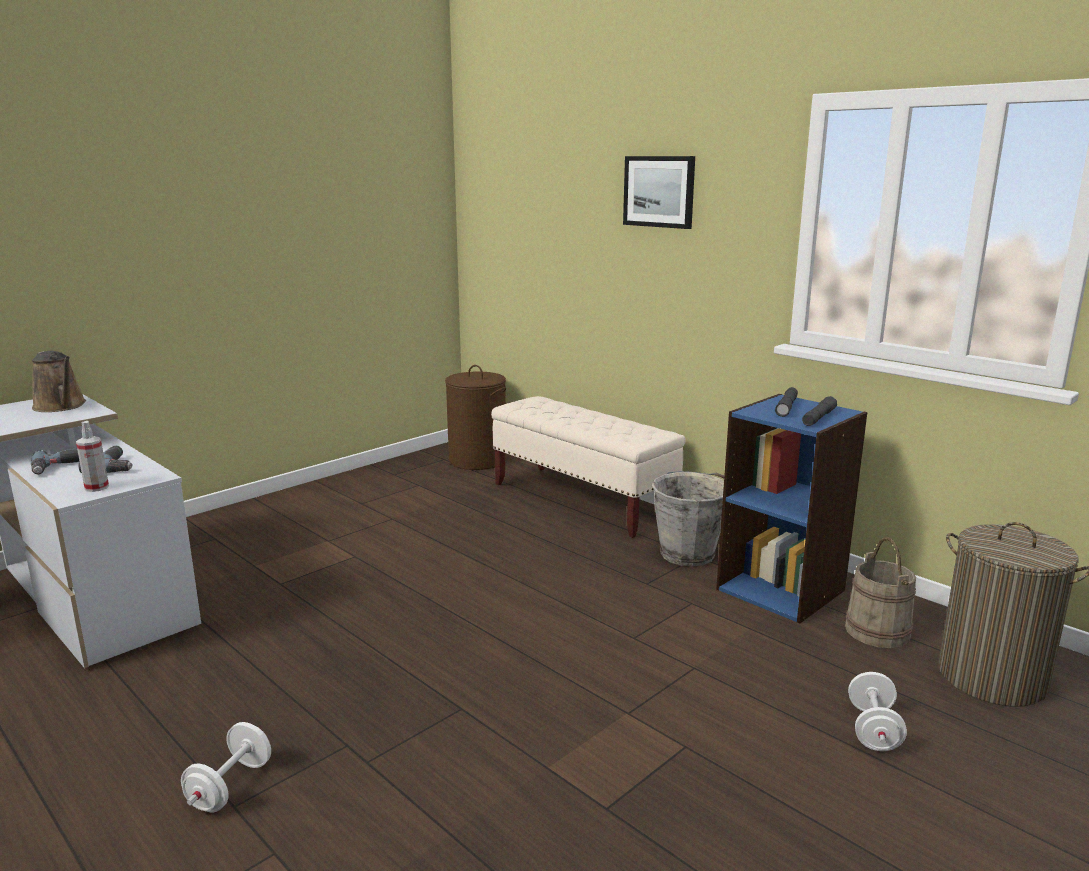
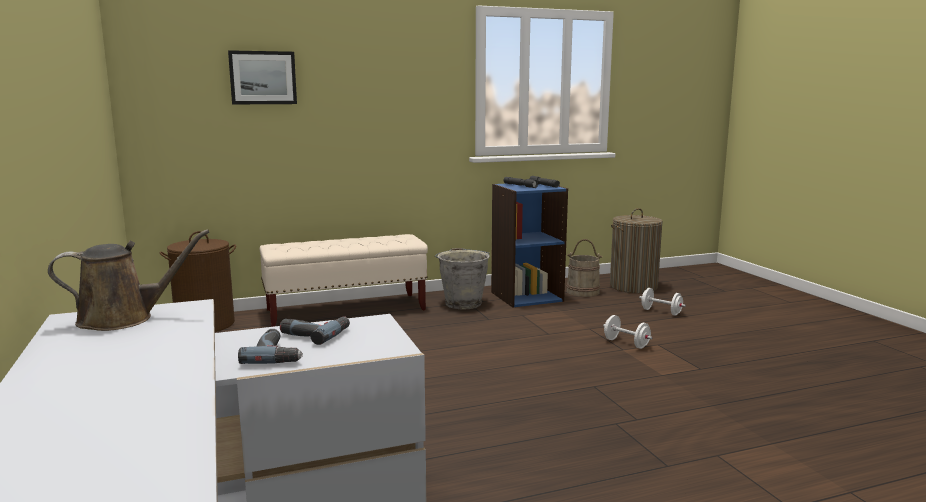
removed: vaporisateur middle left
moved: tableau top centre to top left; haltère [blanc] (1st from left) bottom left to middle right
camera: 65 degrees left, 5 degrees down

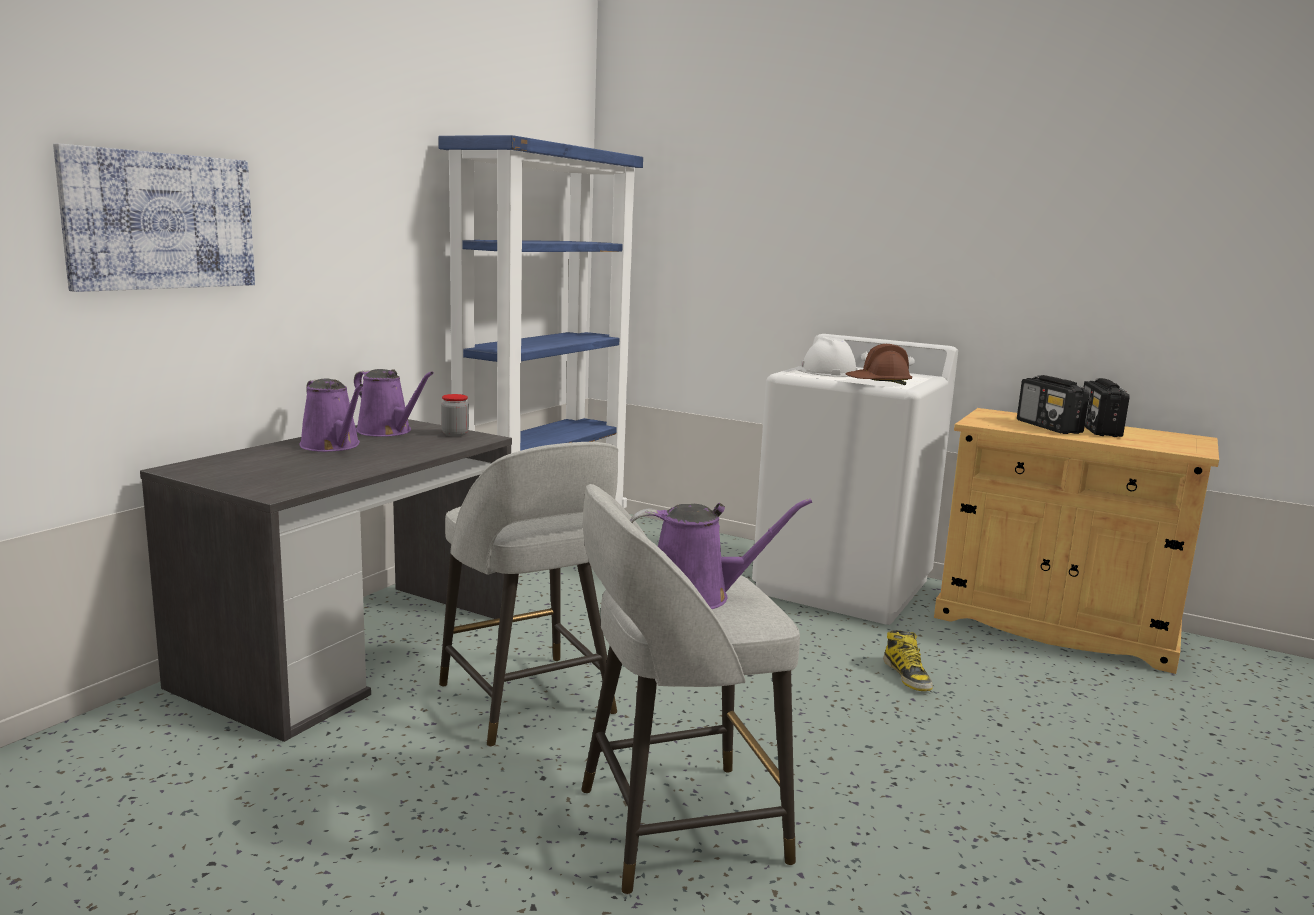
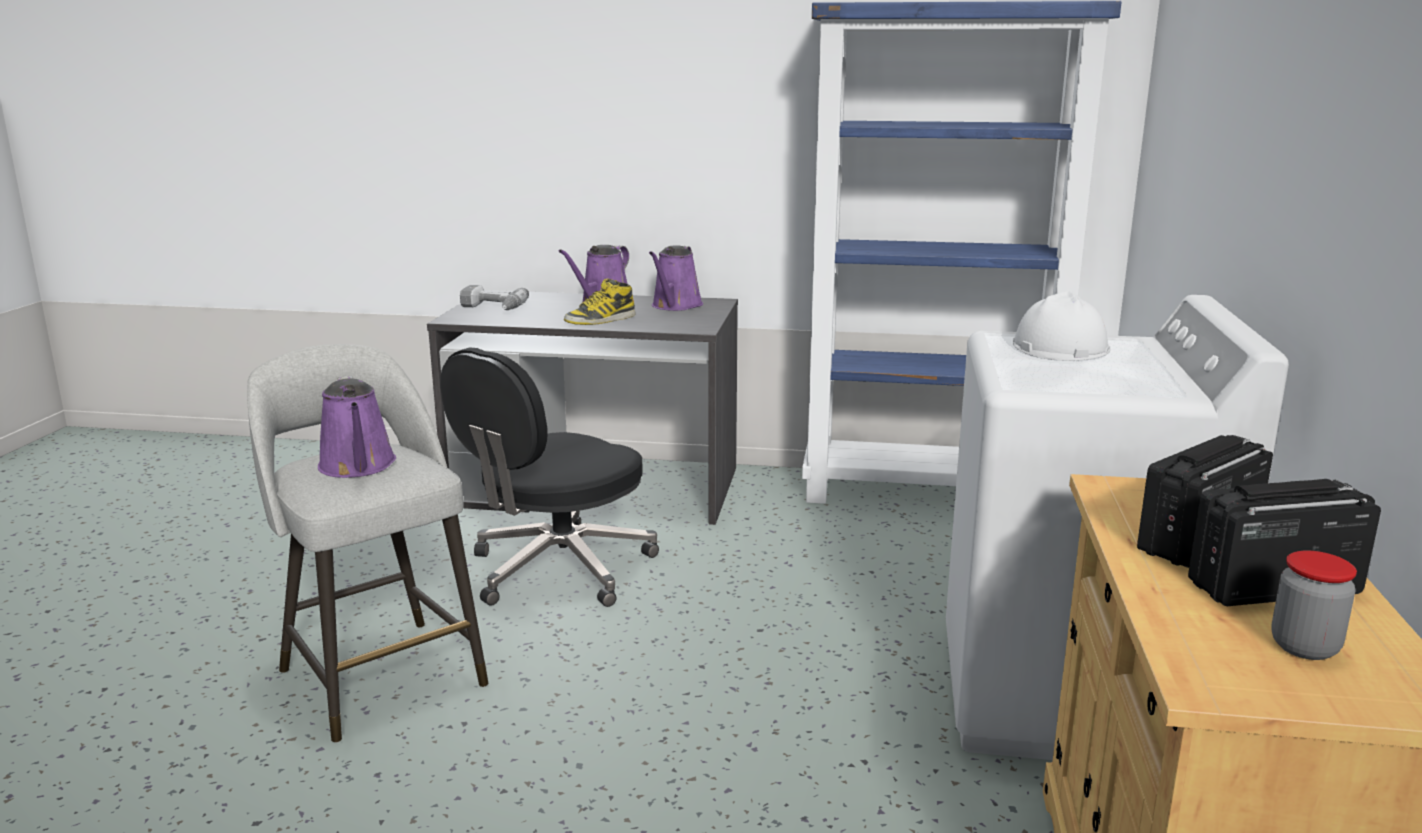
removed: tableau top left; casque de chantier [marron] middle right
added: perceuse centre
moved: botte bottom right to centre; bocal centre to bottom right
replaced: tabouret [gris] (1st from left) centre to chaise de bureau [noir] centre
camera: 70 degrees right, 5 degrees up

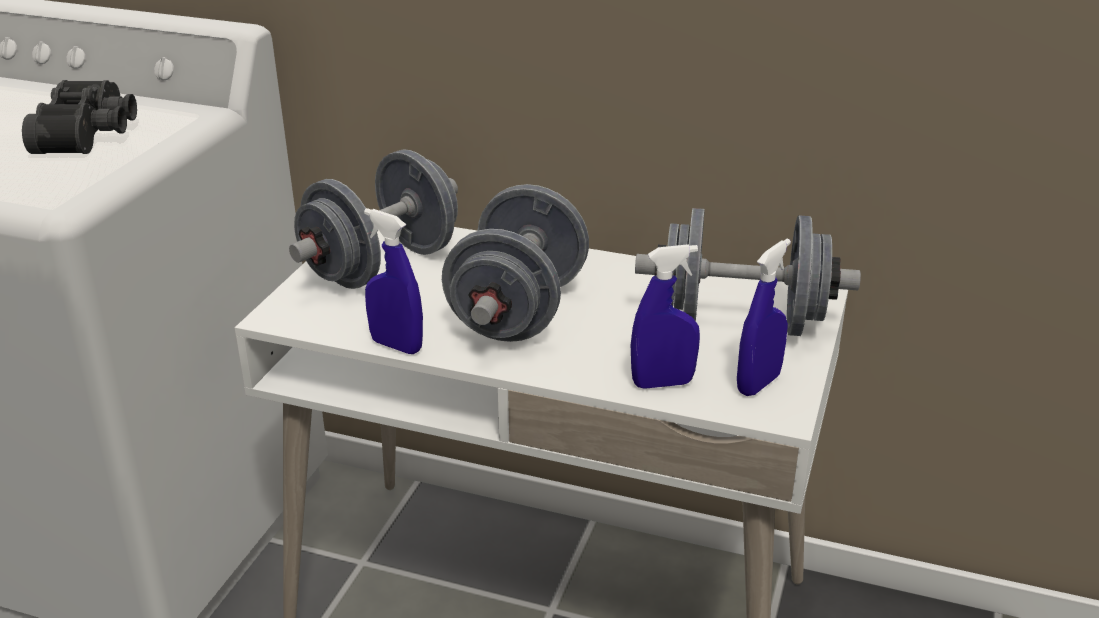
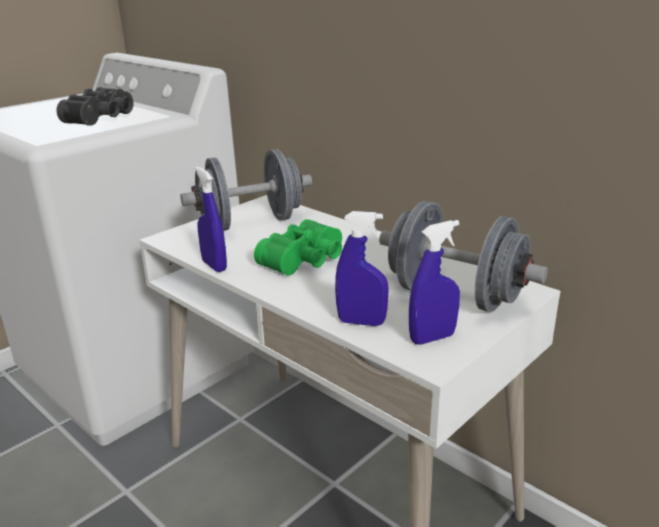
replaced: haltère [gris] (2nd from left) centre to jumelles [vert] centre
camera: 25 degrees right, 5 degrees down

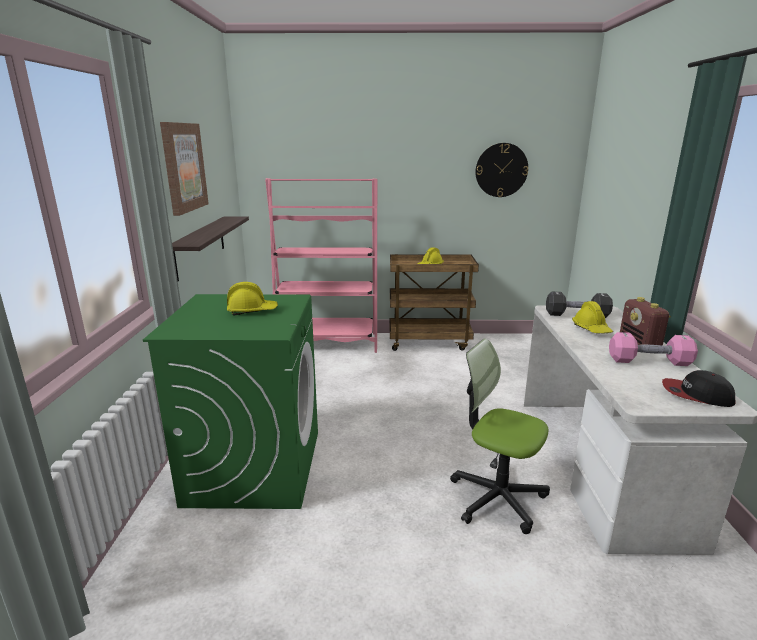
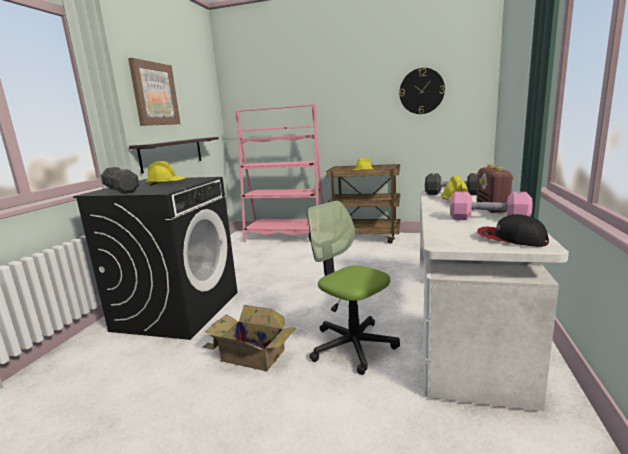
added: haltère [noir] (1st from left) middle left; carton bottom centre
recoloured: lave-linge [vert] middle left to lave-linge [noir] middle left
camera: 15 degrees right, 5 degrees down

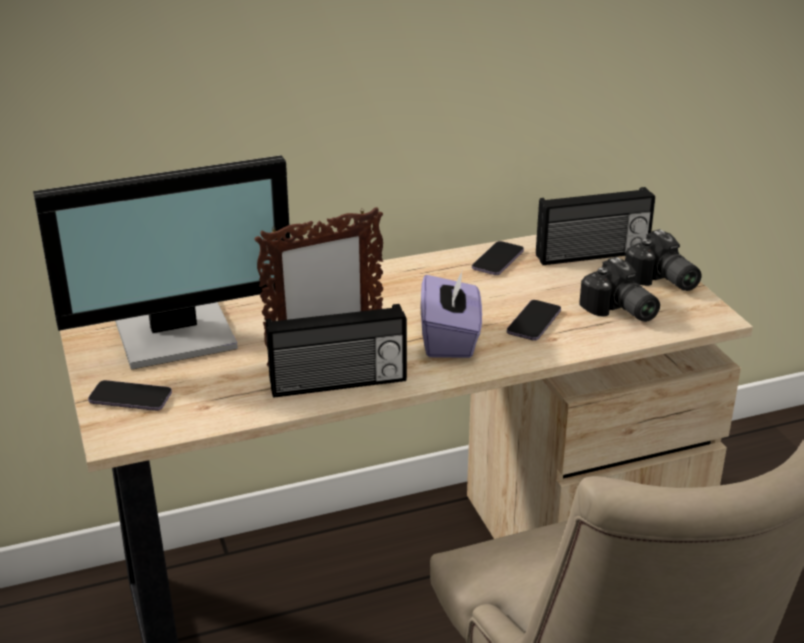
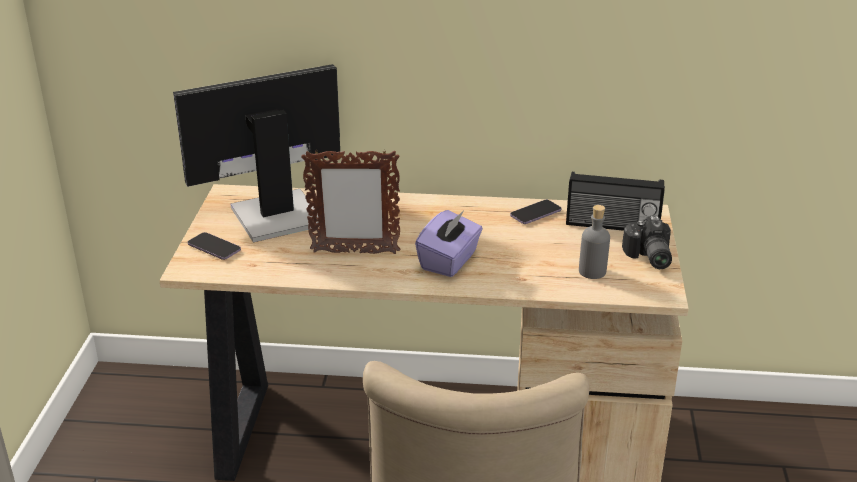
removed: radio (1st from left) centre; téléphone (3rd from left) centre
replaced: appareil photo (1st from left) middle right to bouteille [gris] middle right
turned: écran d'ordinateur middle left = top left 150 degrees clockwise
camera: 25 degrees right, 0 degrees up

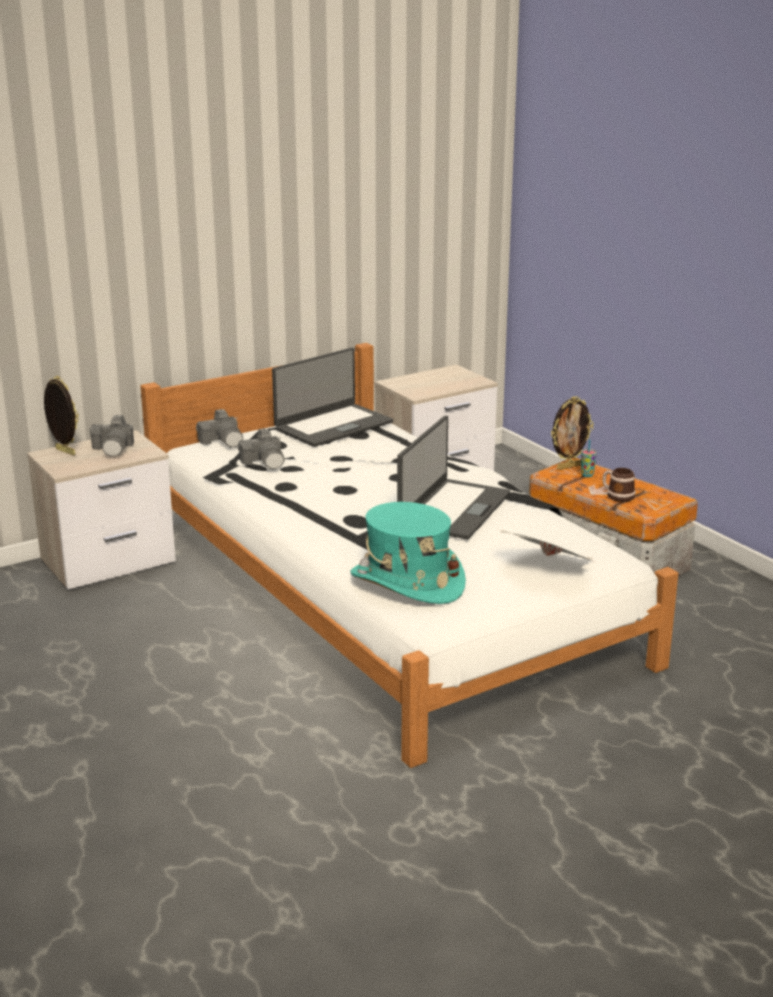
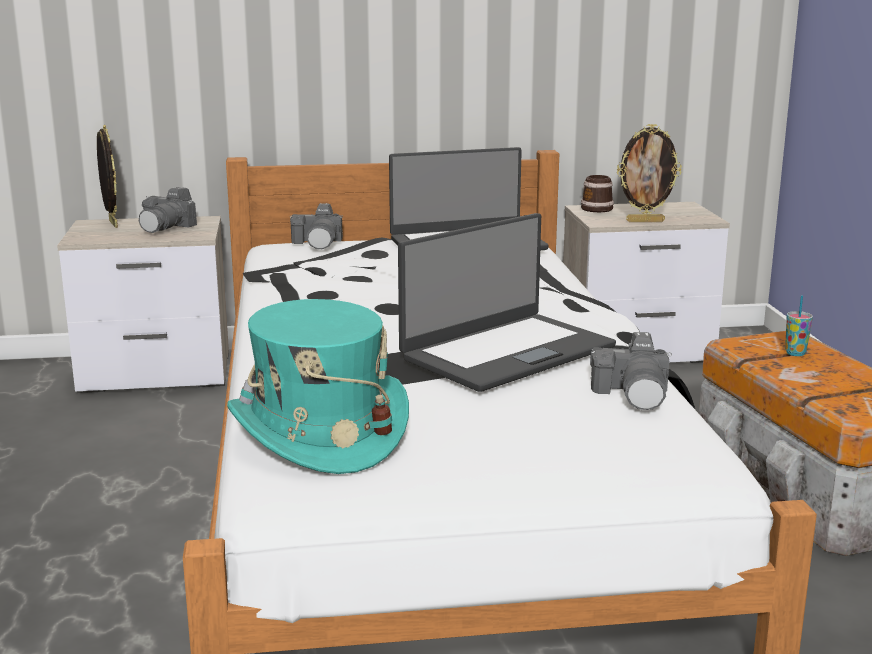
removed: journal middle right
moved: mug middle right to top right; appareil photo (3rd from left) centre to middle right; cadre photo (2nd from left) middle right to top right
camera: 25 degrees right, 5 degrees down

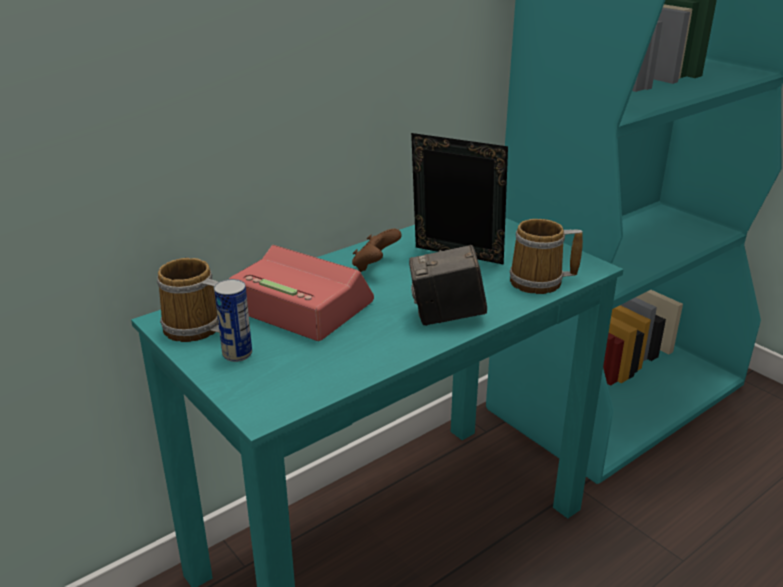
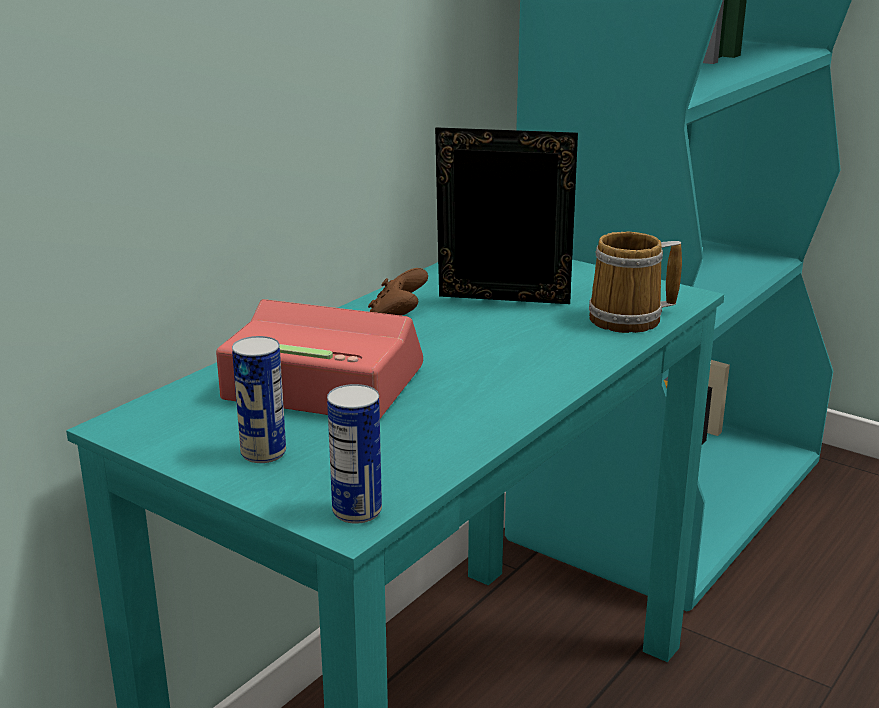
removed: mug (1st from left) middle left; appareil photo centre
added: boîte métallique (2nd from left) centre
camera: 15 degrees left, 5 degrees down

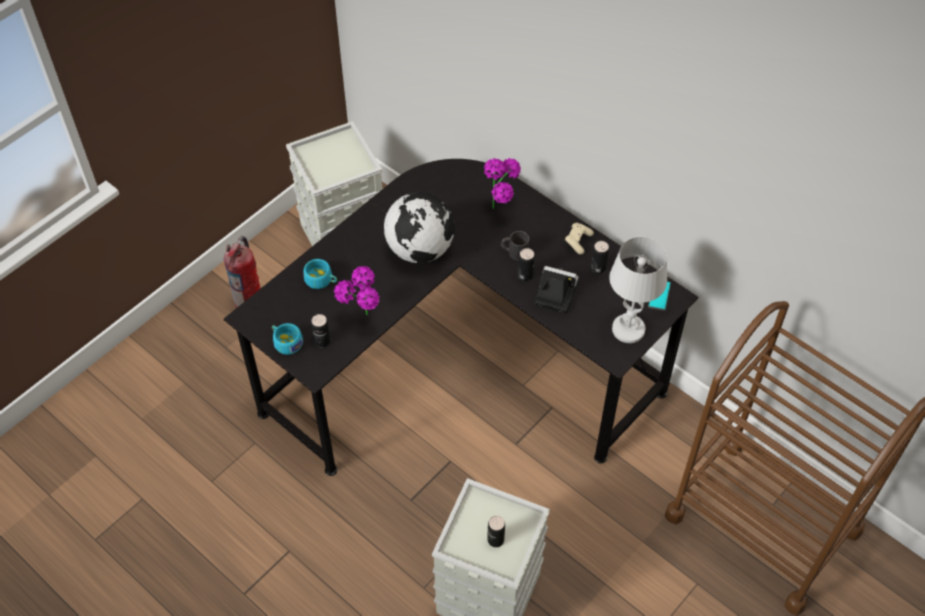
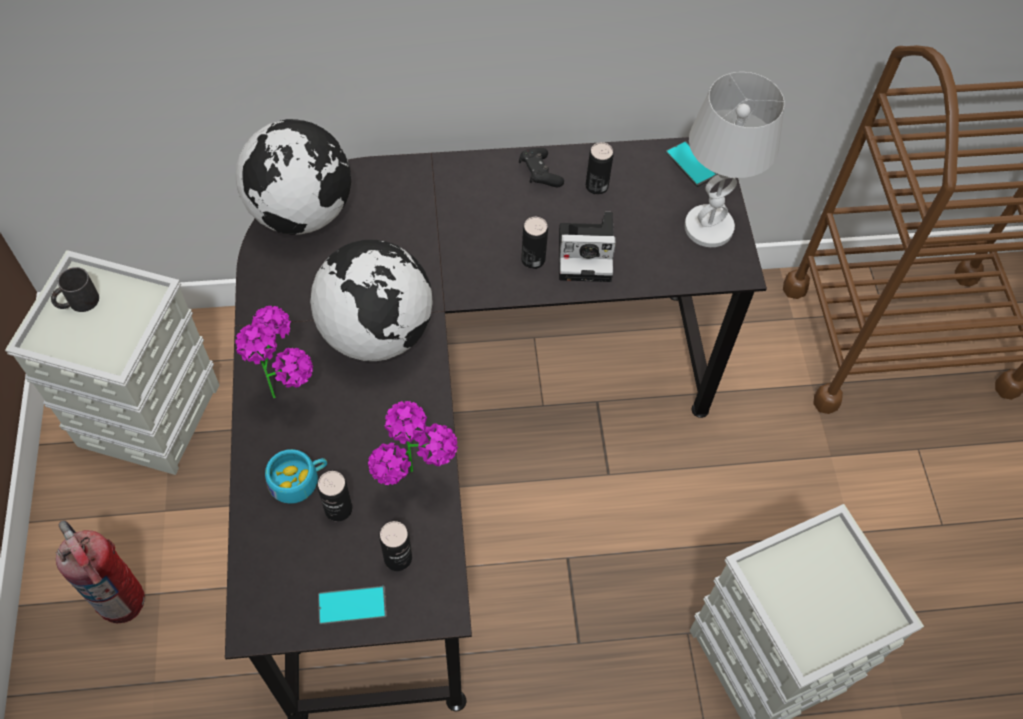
added: globe (1st from left) top left
moved: mug [noir] centre to middle left; plante en pot (2nd from left in the first image) top centre to plante en pot (1st from left) middle left; boîte métallique (2nd from left in the first image) bottom centre to boîte métallique (1st from left) bottom left
replaced: tasse [turquoise] (1st from left) middle left to téléphone (1st from left) bottom centre
recoloured: manette [beige] centre to manette [noir] top centre
turned: appareil photo centre = centre 150 degrees counterclockwise
camera: 50 degrees left, 5 degrees up

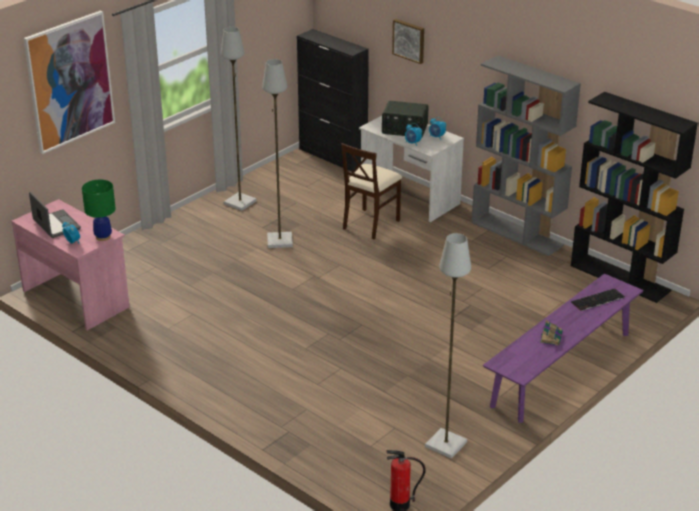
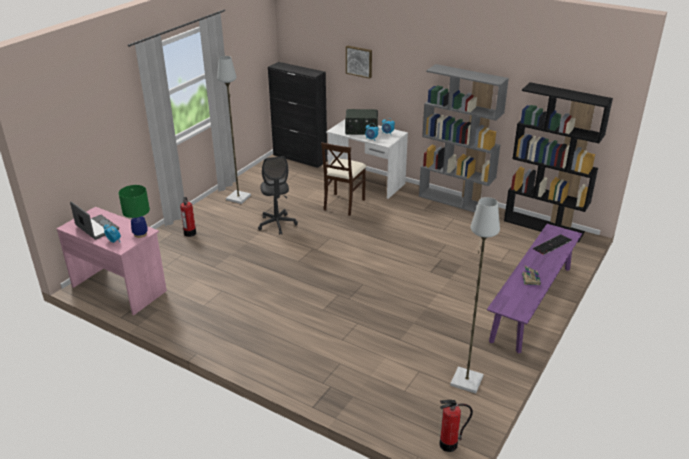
removed: tableau (1st from left) top left
added: extincteur (1st from left) middle left
replaced: lampadaire [gris] (2nd from left) top centre to chaise de bureau [gris] centre
camera: 10 degrees left, 0 degrees up

